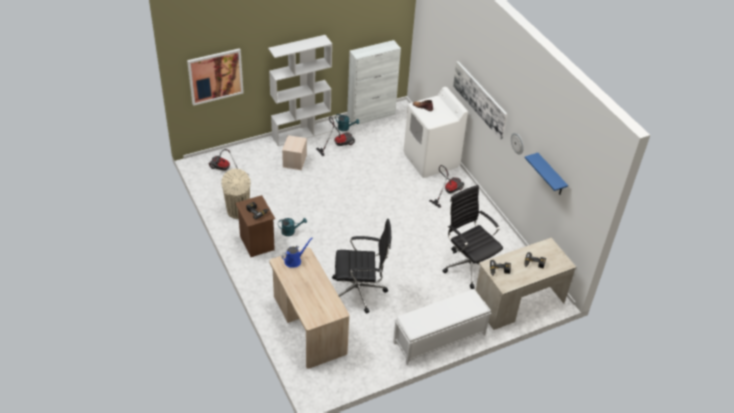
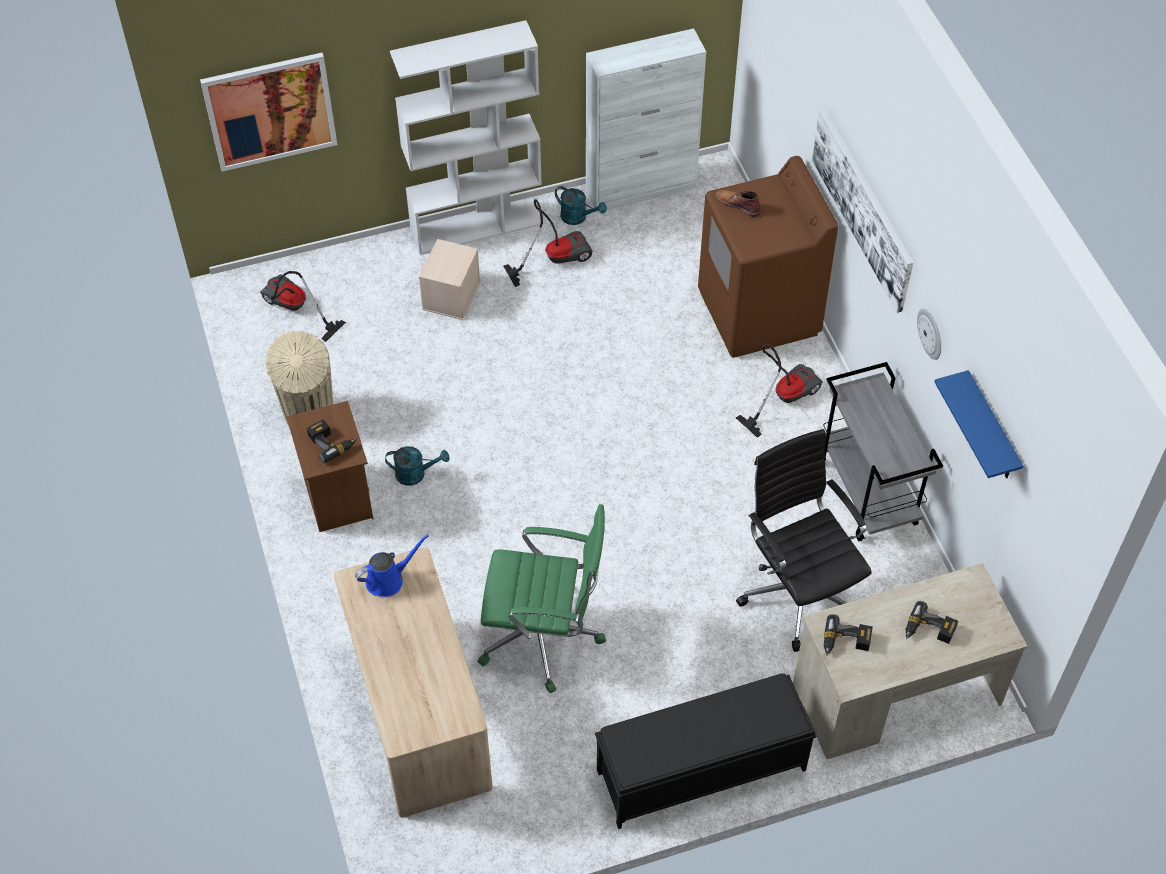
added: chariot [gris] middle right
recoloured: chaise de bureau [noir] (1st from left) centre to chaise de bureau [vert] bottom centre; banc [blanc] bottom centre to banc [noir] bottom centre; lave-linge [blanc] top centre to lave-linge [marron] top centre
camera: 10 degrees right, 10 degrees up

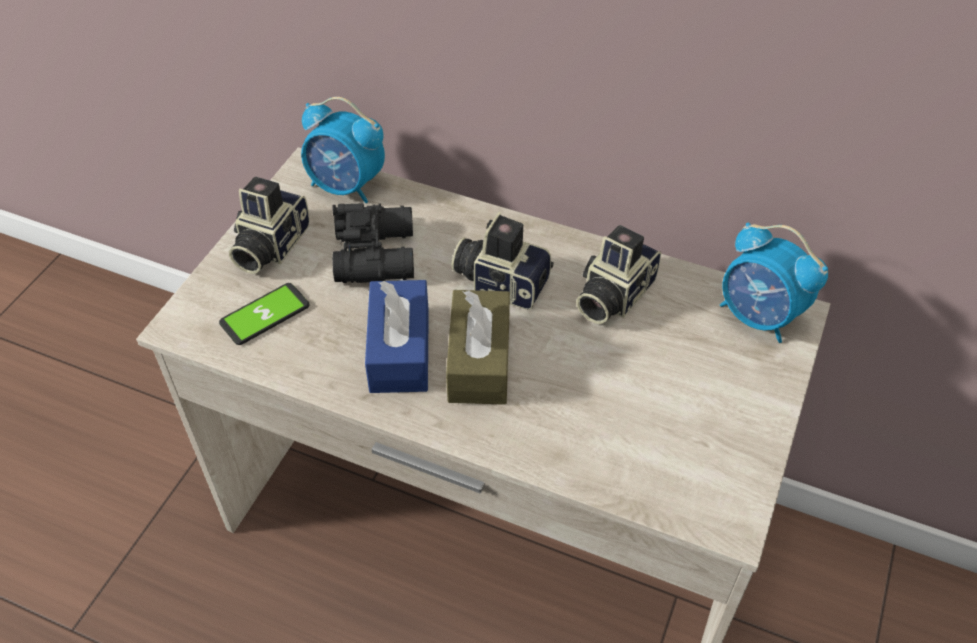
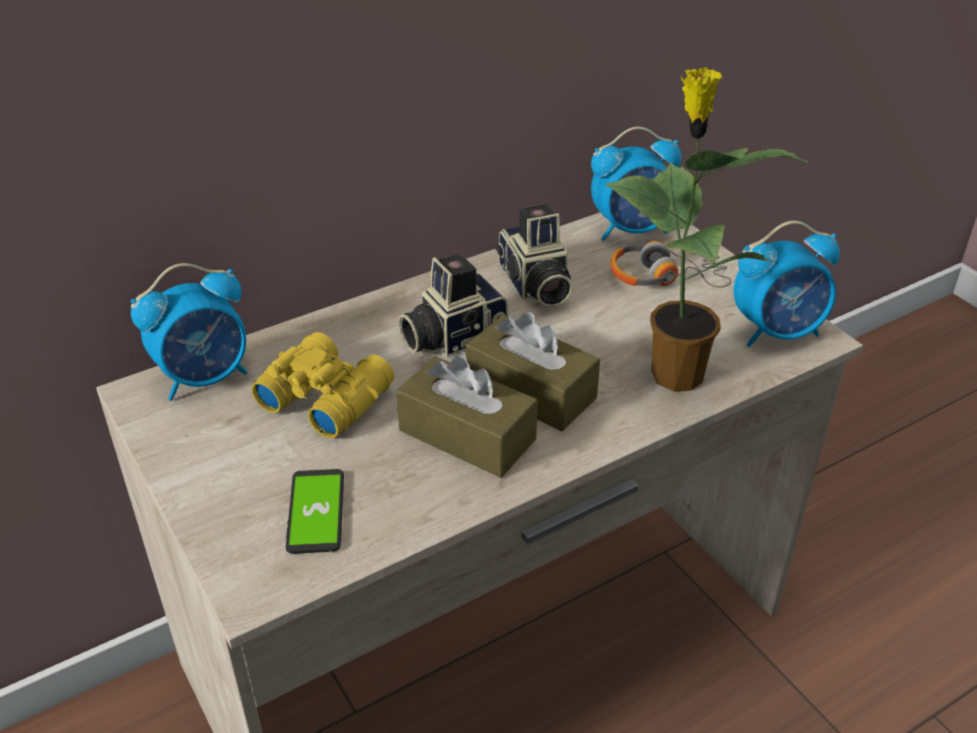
removed: appareil photo (1st from left) middle left
added: plante en pot top right; casque audio middle right; réveil (3rd from left) middle right
recoloured: jumelles [noir] centre to jumelles [jaune] middle left; boîte à mouchoirs [bleu] centre to boîte à mouchoirs [marron] (1st from left) centre
camera: 55 degrees left, 10 degrees down

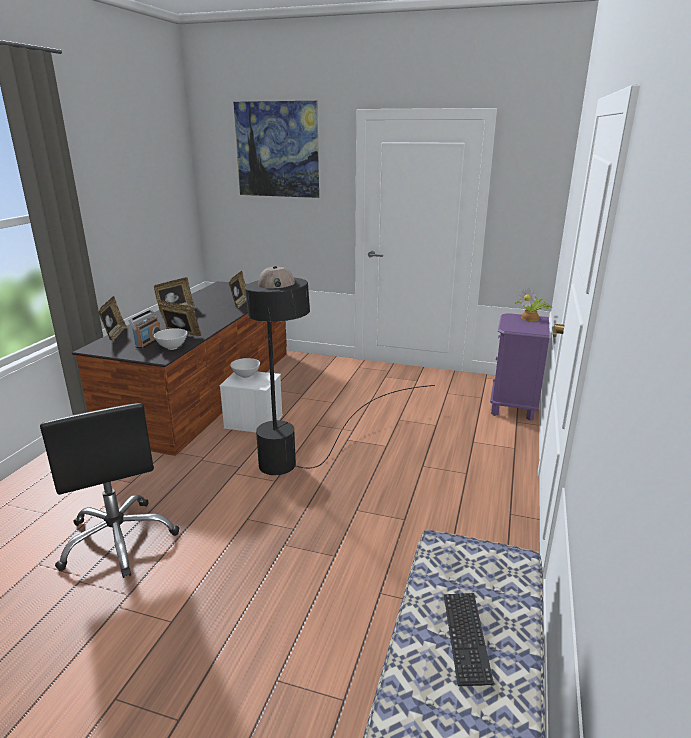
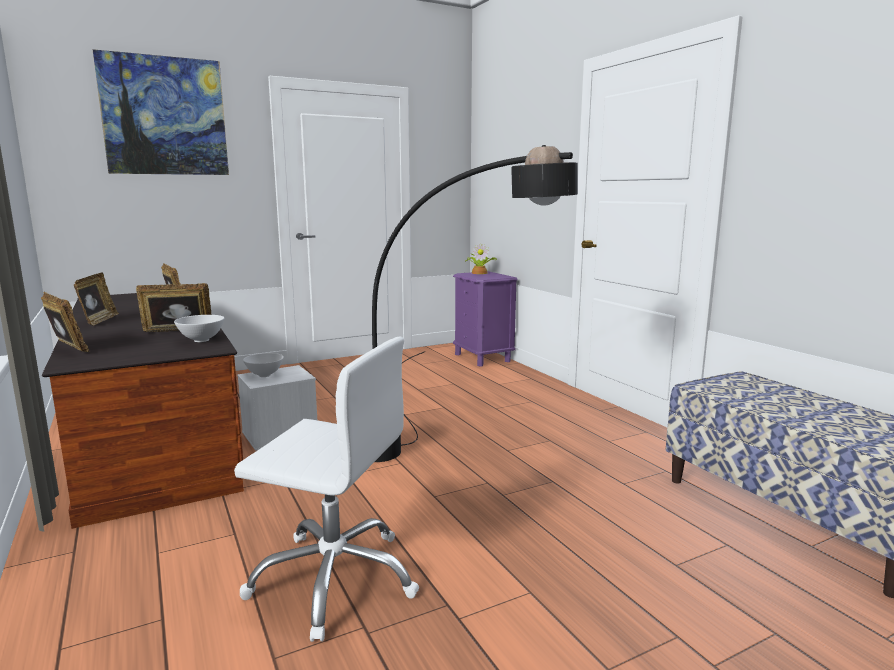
removed: radio middle left; clavier bottom right
recoloured: chaise de bureau [noir] middle left to chaise de bureau [blanc] bottom centre
camera: 45 degrees left, 10 degrees down

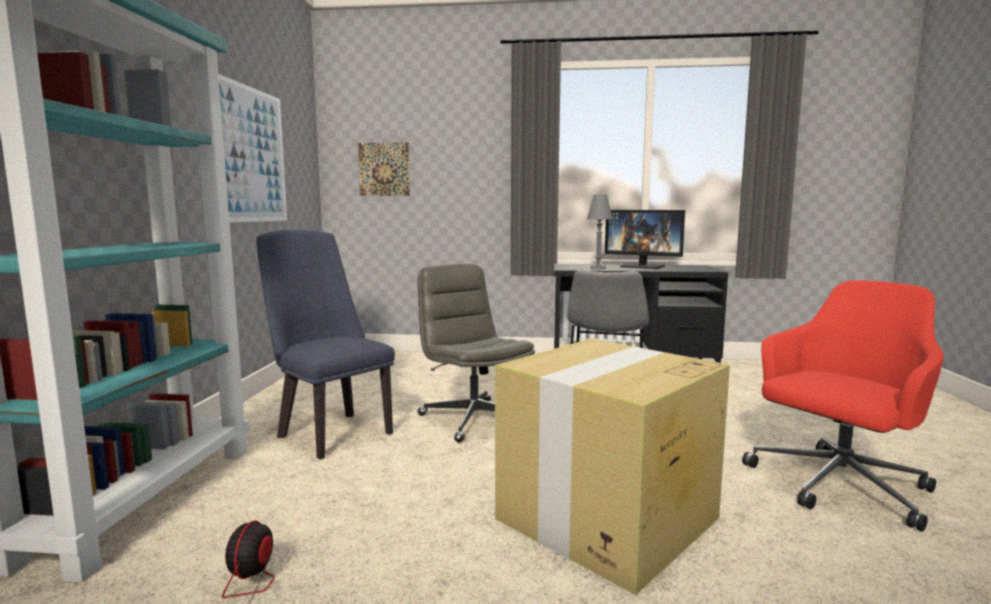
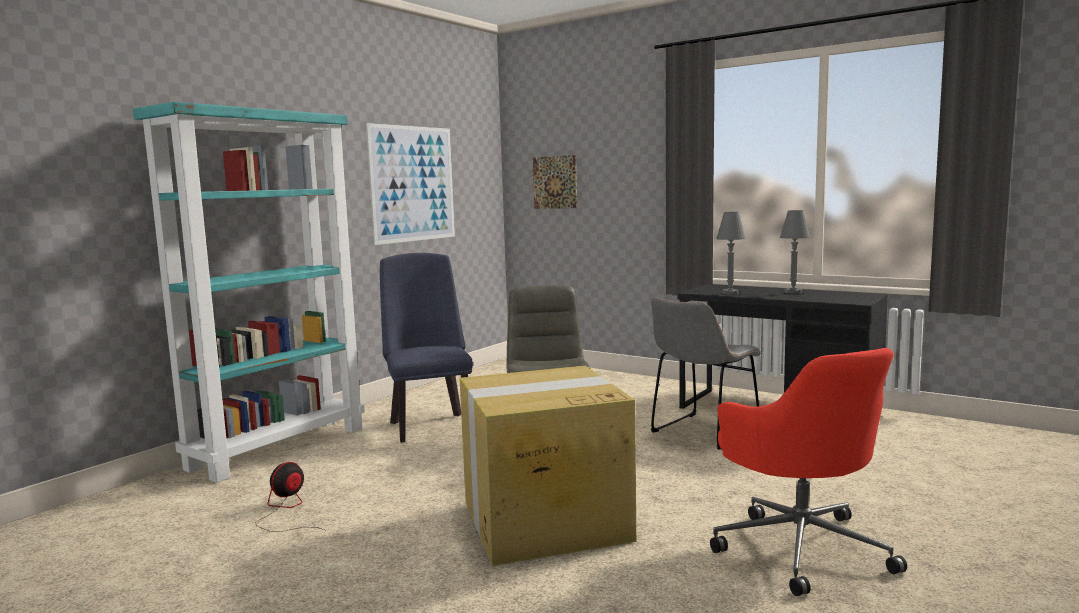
replaced: écran d'ordinateur centre to lampe de table [gris] (2nd from left) middle right
turned: chaise de bureau [rouge] bottom right = bottom right 75 degrees clockwise
camera: 30 degrees right, 0 degrees up

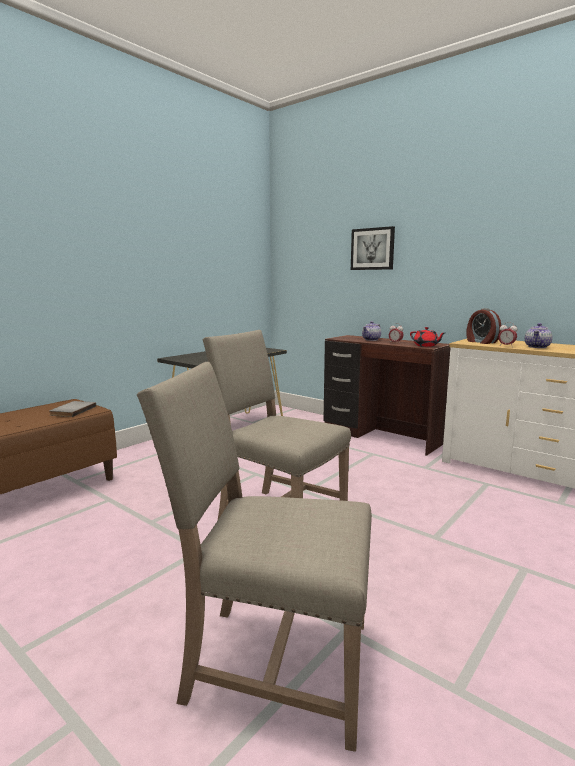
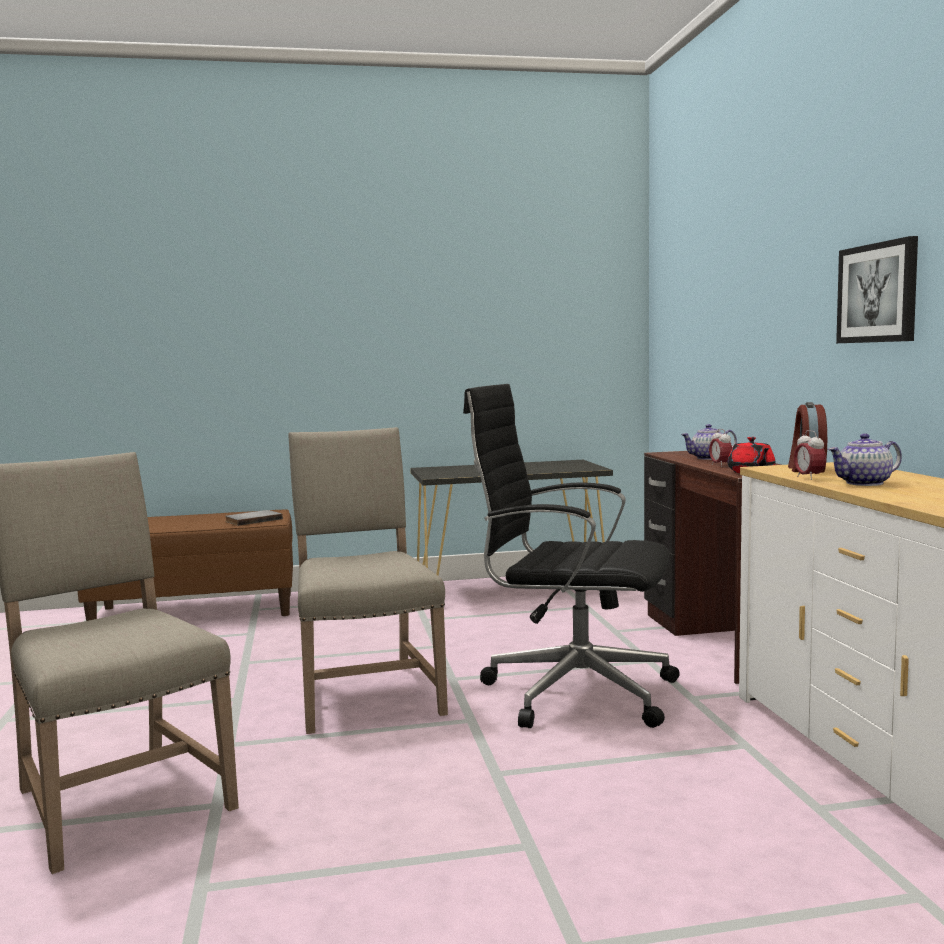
added: chaise de bureau [noir] centre
moved: tableau top centre to top right
camera: 40 degrees right, 5 degrees down

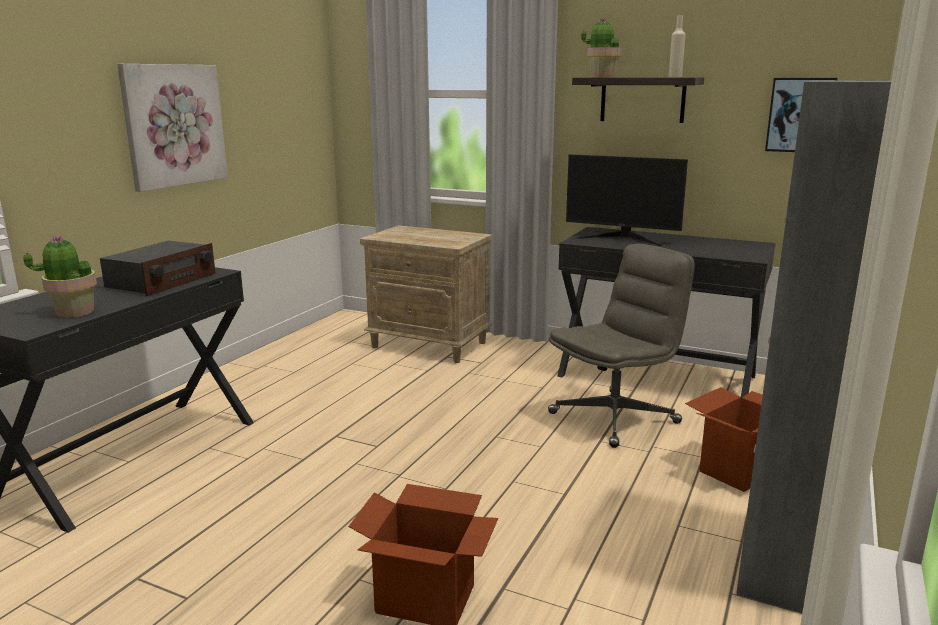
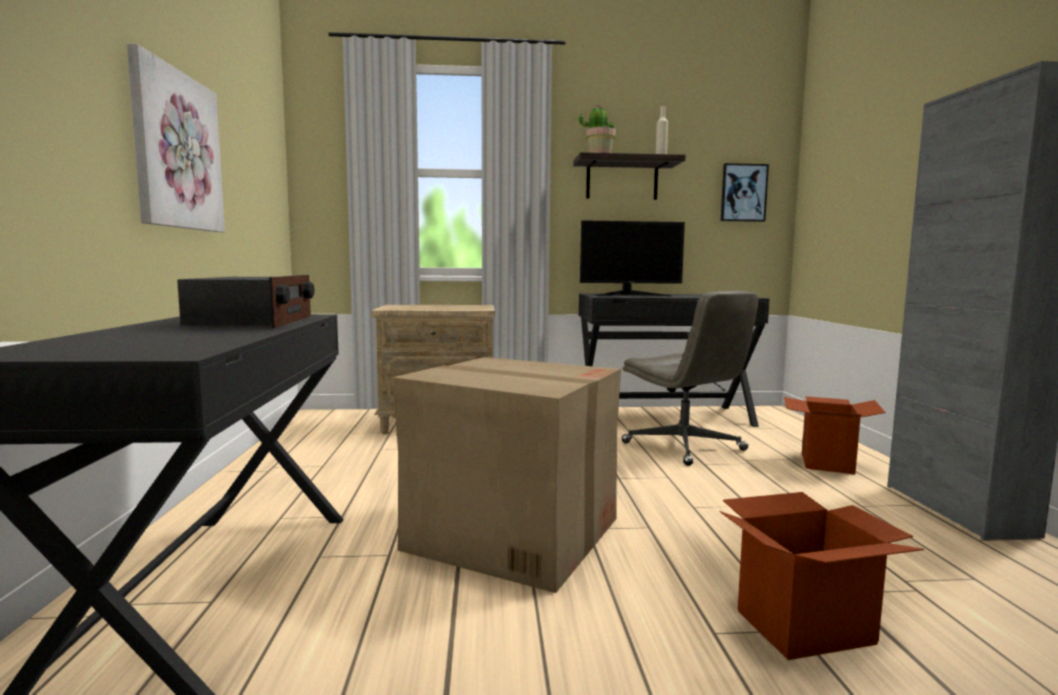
removed: plante en pot (1st from left) middle left
added: carton (1st from left) bottom centre
turned: chaise de bureau [gris] centre = centre 120 degrees clockwise
camera: 30 degrees left, 10 degrees down

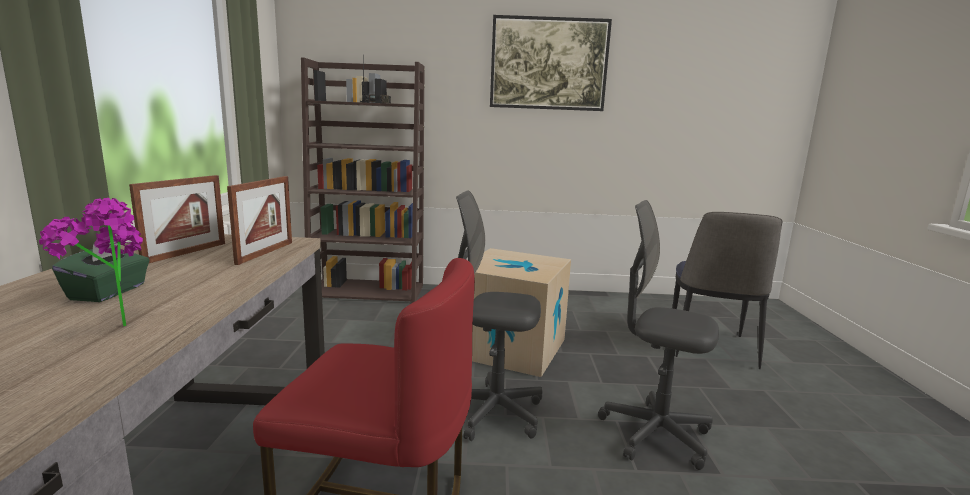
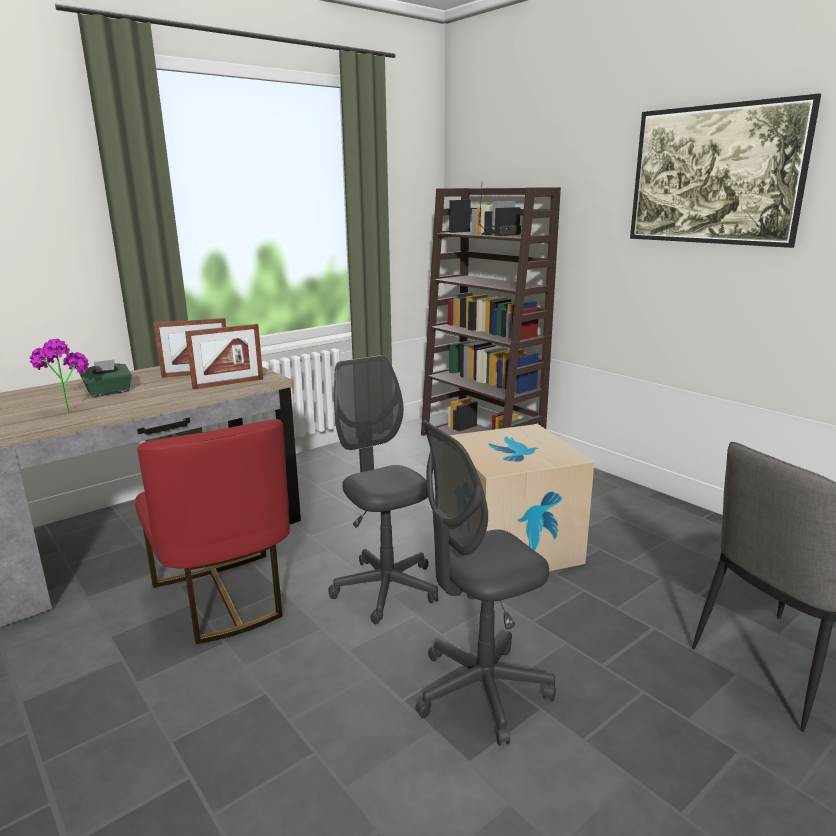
turned: chaise de bureau [gris] (2nd from left) bottom right = bottom centre 105 degrees counterclockwise
camera: 50 degrees right, 5 degrees up

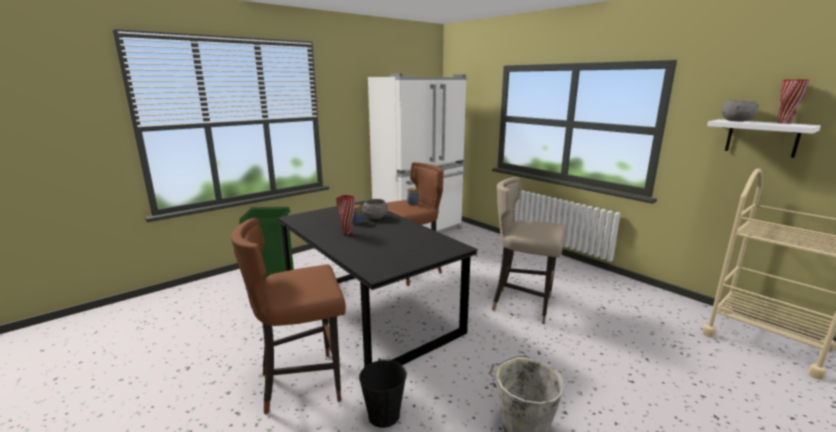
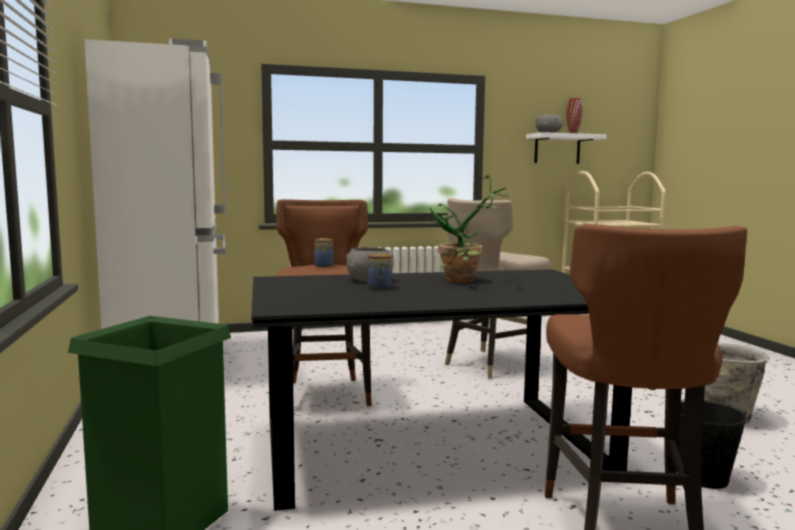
removed: vase [rouge] (1st from left) centre
added: plante en pot centre
camera: 65 degrees left, 10 degrees down

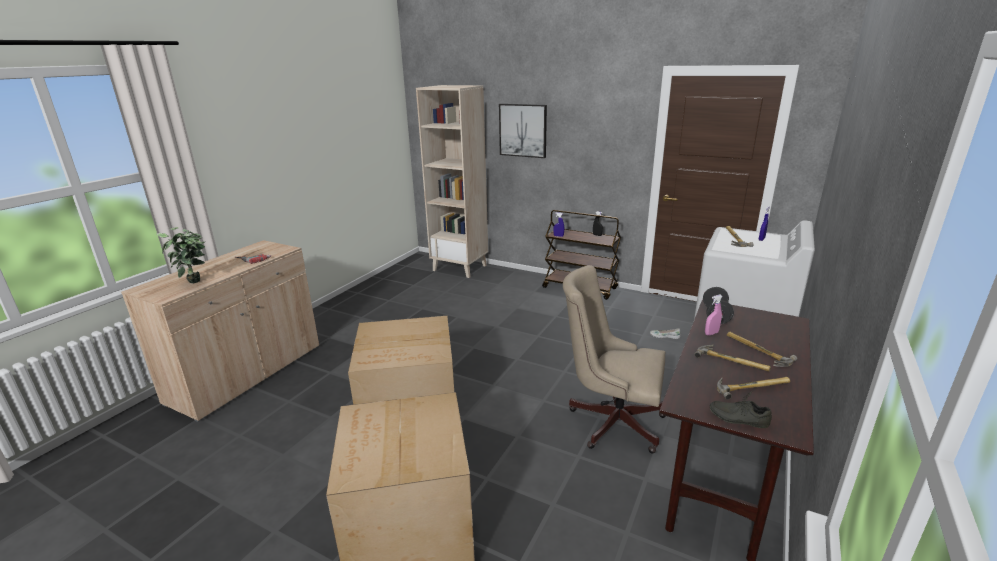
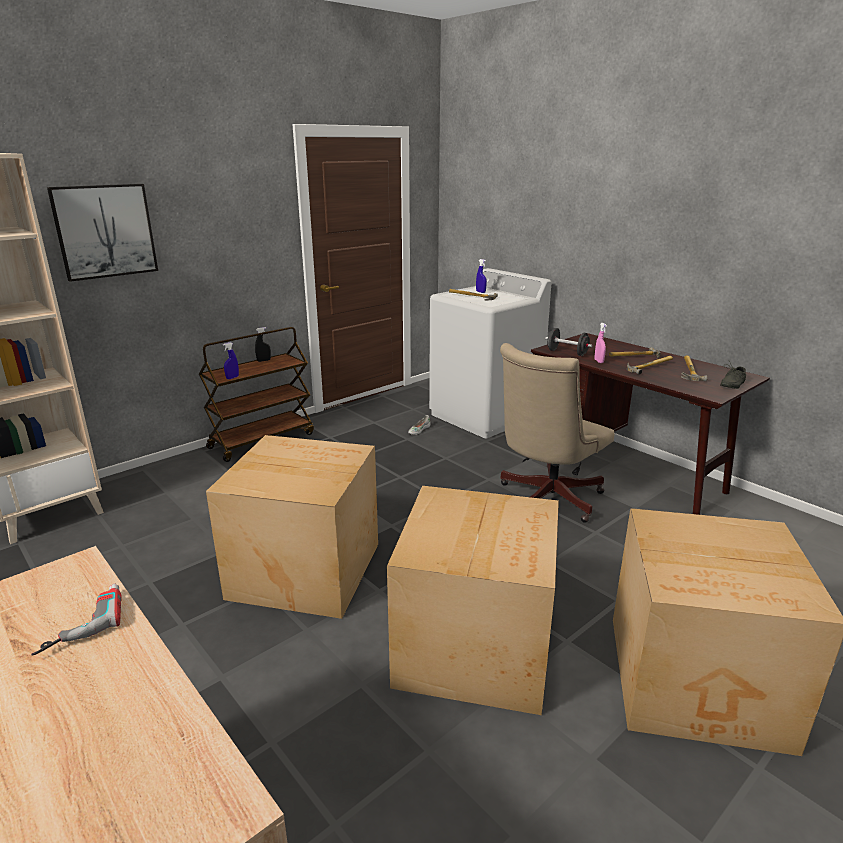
removed: plante en pot middle left
added: carton (1st from left) centre
camera: 70 degrees left, 0 degrees up

